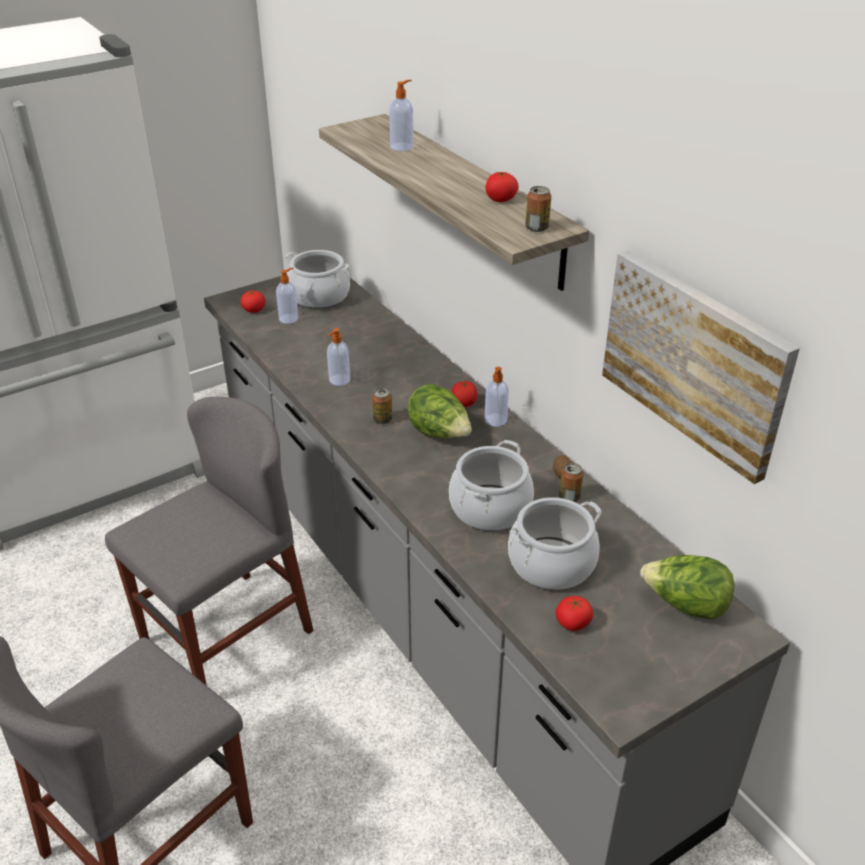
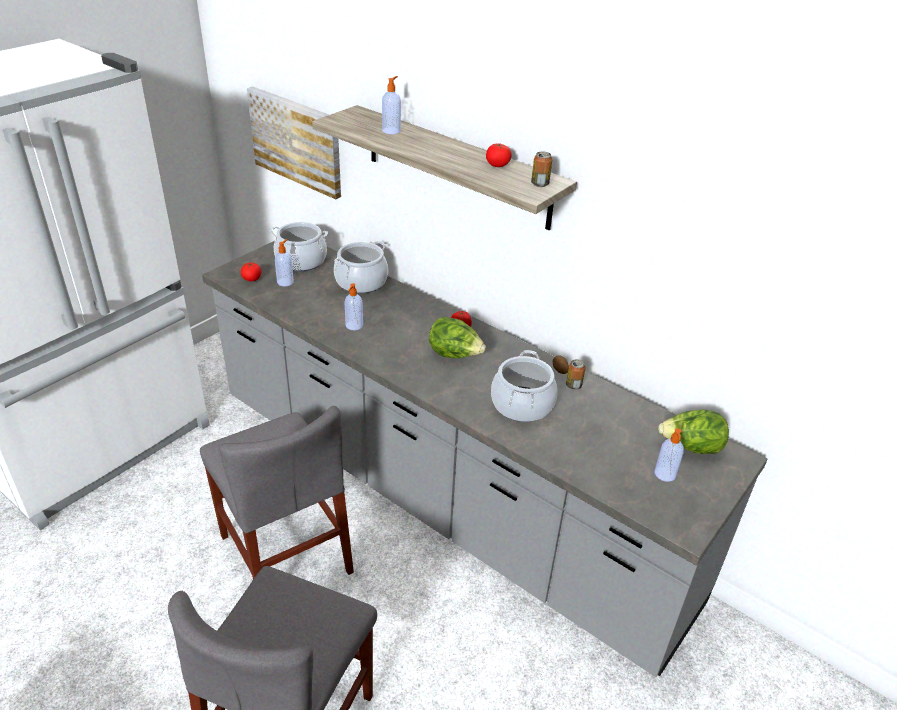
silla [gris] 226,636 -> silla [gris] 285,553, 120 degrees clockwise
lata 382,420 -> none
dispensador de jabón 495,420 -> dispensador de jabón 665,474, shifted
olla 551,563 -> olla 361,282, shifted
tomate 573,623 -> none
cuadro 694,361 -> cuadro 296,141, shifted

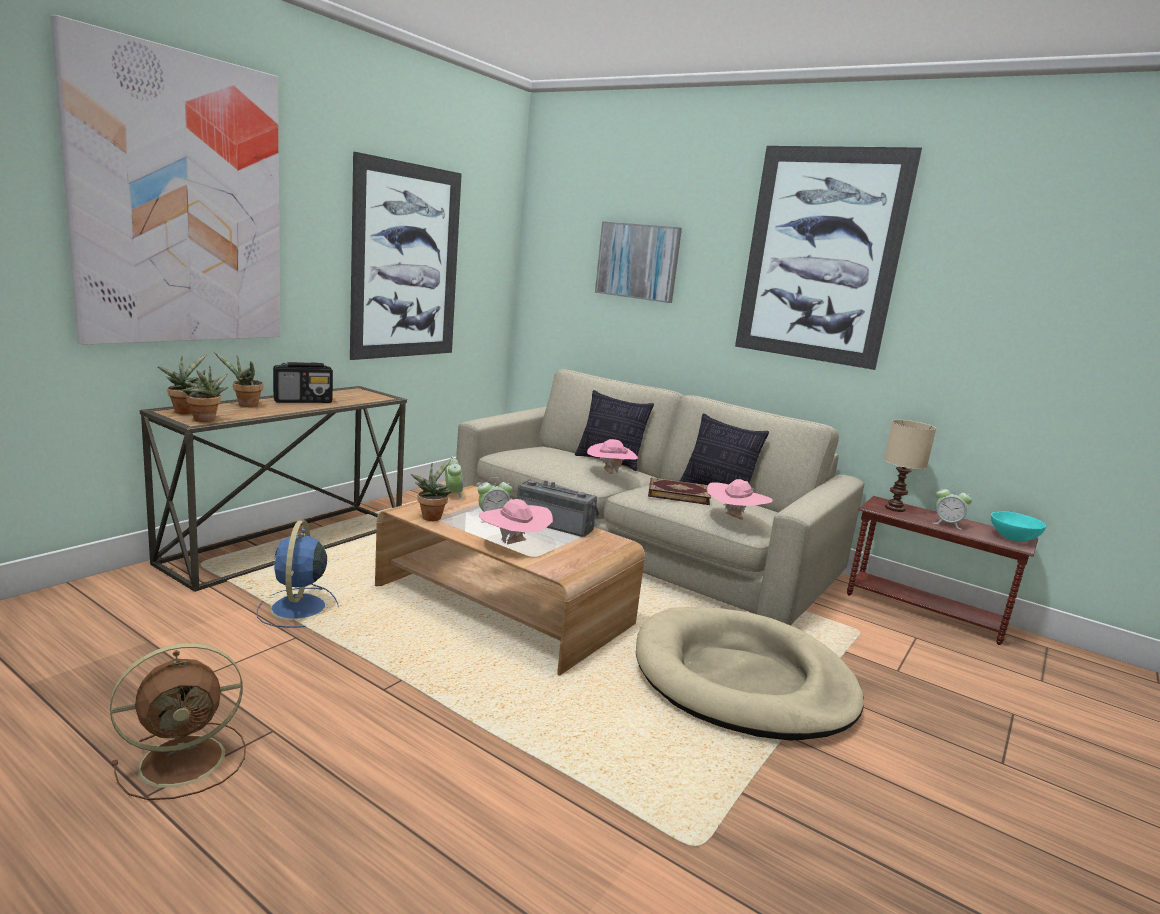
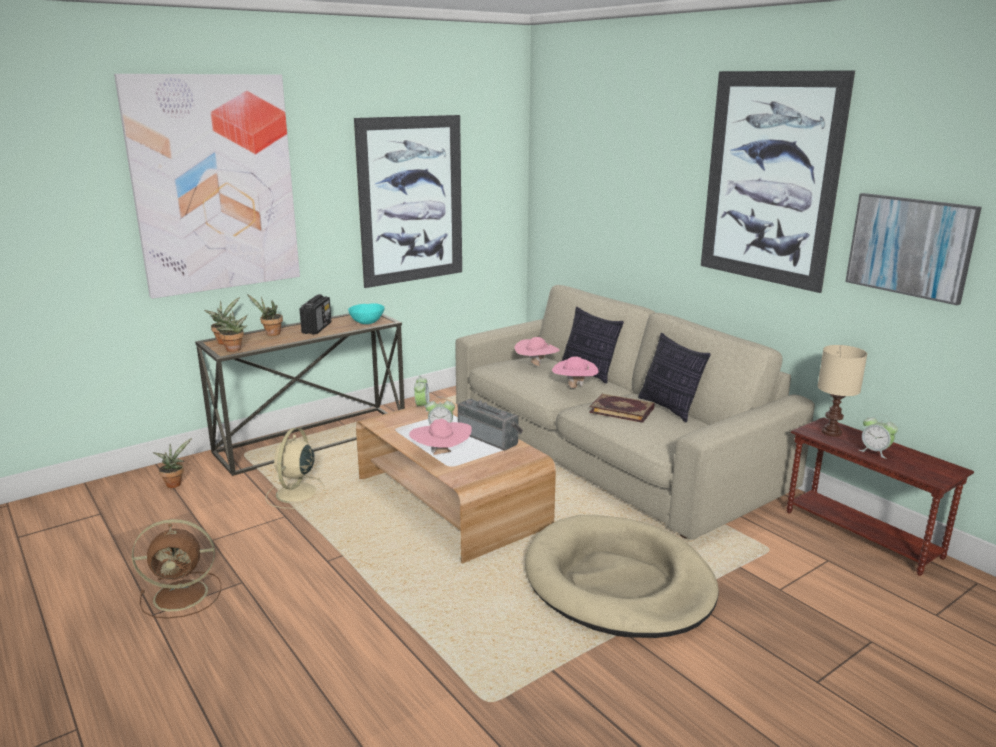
ventilador [azul] 298,609 -> ventilador [beis] 296,494
radio 303,401 -> radio 317,328, 75 degrees counterclockwise
planta en maceta 432,516 -> planta en maceta 175,483, shifted
cuadro 638,261 -> cuadro 910,246, shifted
sombrero [rosa] 734,519 -> sombrero [rosa] 536,366, shifted
cuenco [turquesa] 1013,538 -> cuenco [turquesa] 367,322, shifted

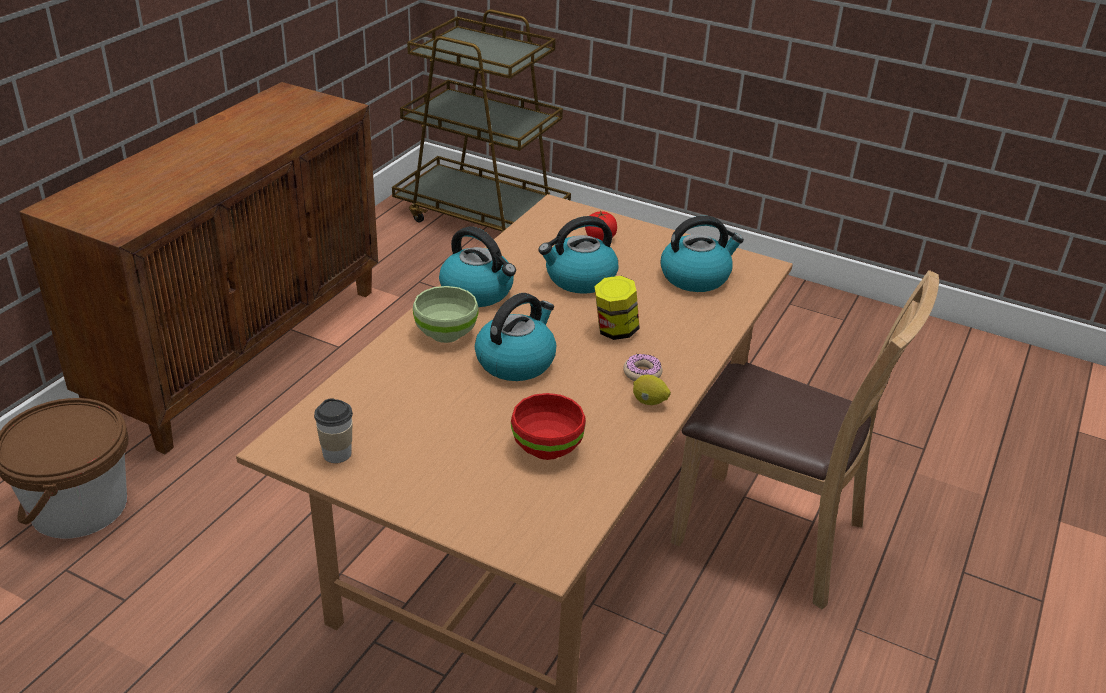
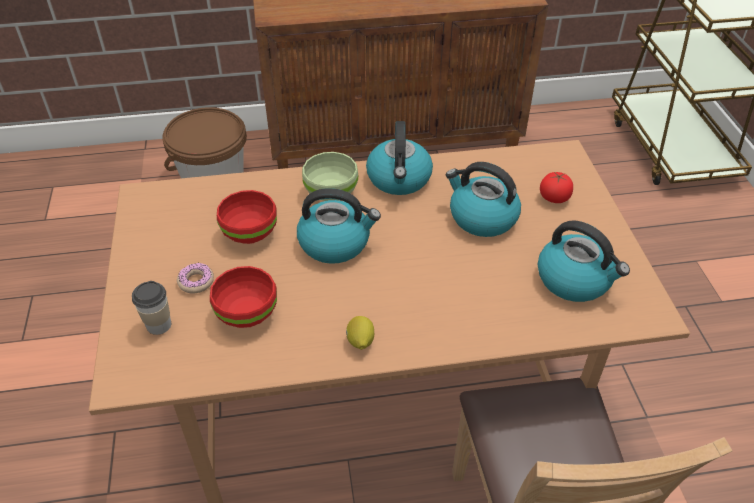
taza 337,454 -> taza 158,325, shifted
tarro 615,331 -> none
rosquilla 642,373 -> rosquilla 196,282, shifted
none -> cuenco [rojo] 249,233

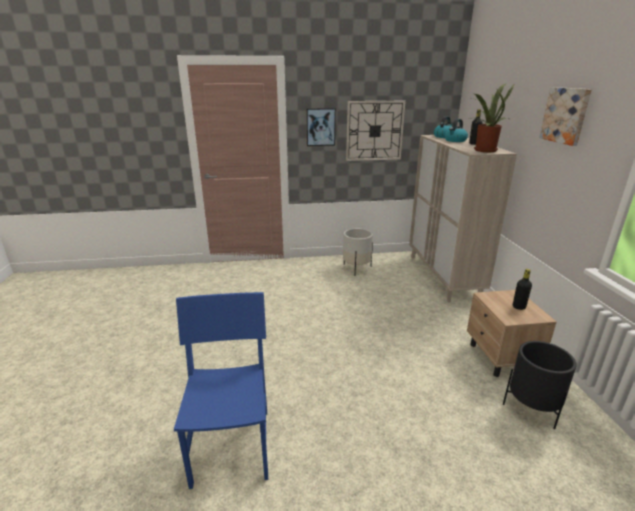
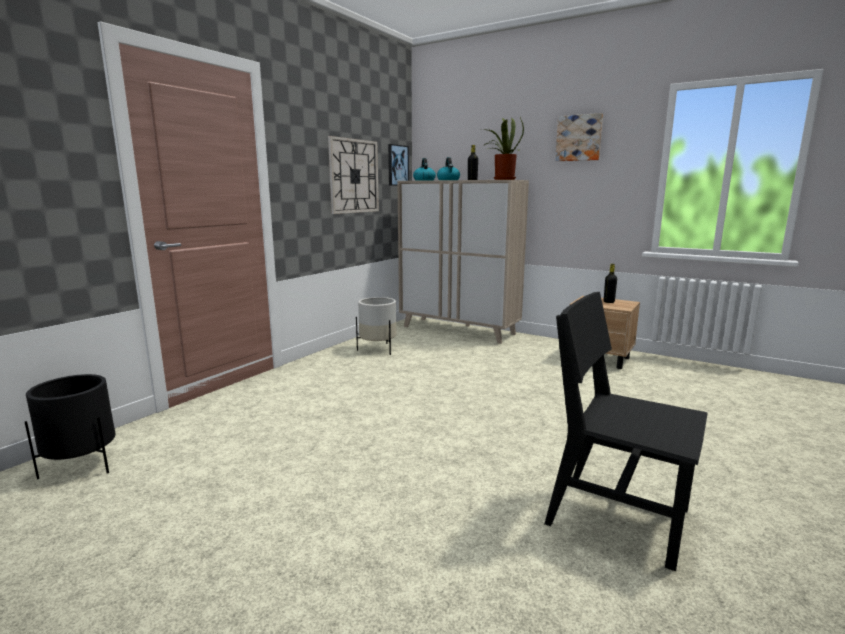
silla [azul] 232,446 -> silla [negro] 617,516
cuadro 320,127 -> cuadro 397,165, shifted
maceta [negro] 532,408 -> maceta [negro] 82,466, shifted

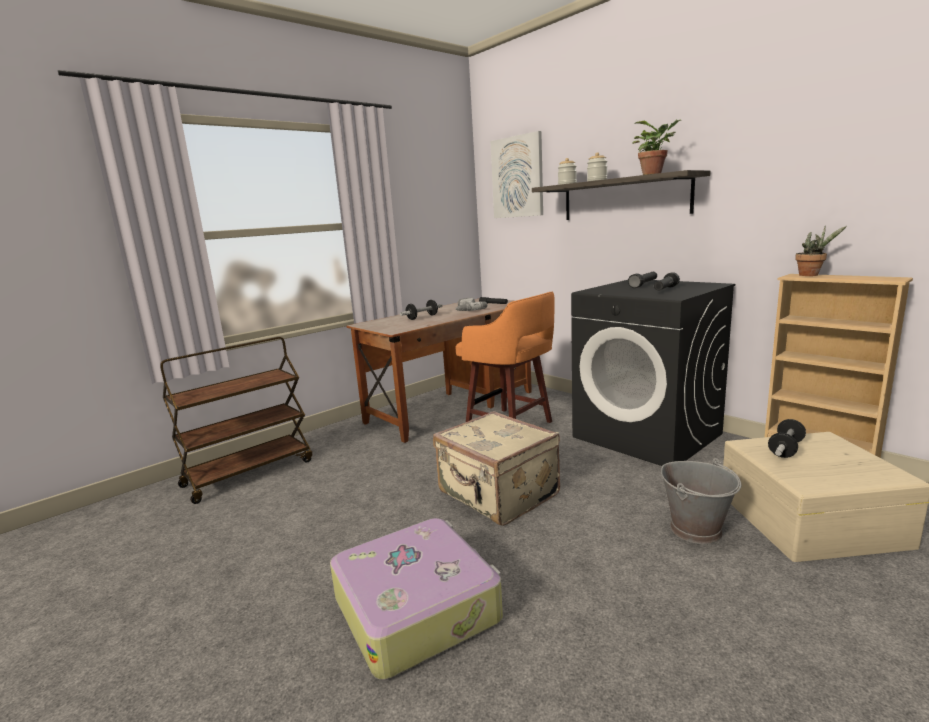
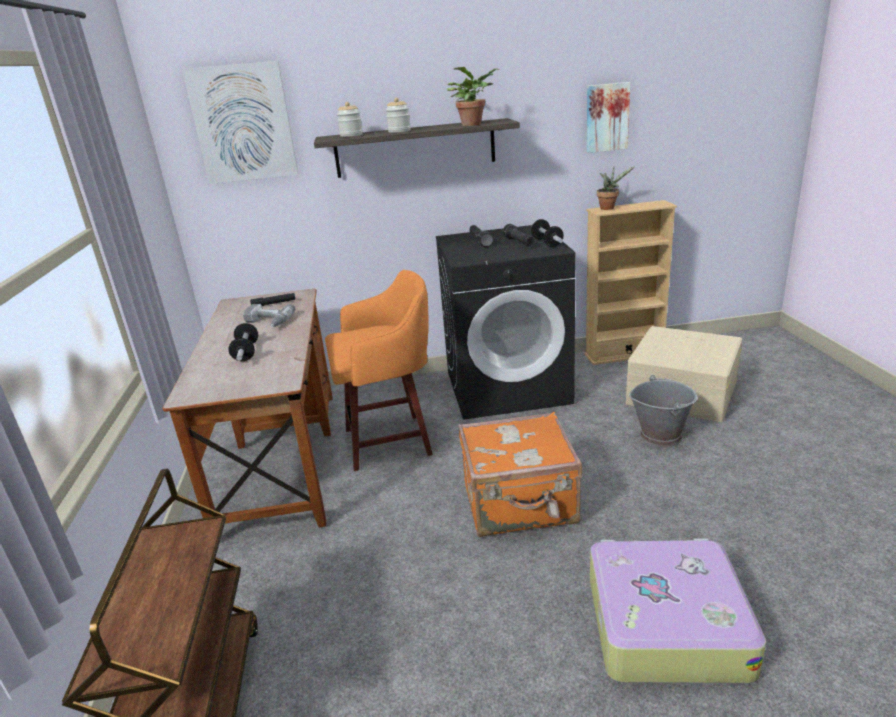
maleta [beis] 497,495 -> maleta [naranja] 520,504
mancuerna 785,449 -> mancuerna 547,242, shifted
none -> cuadro 606,117

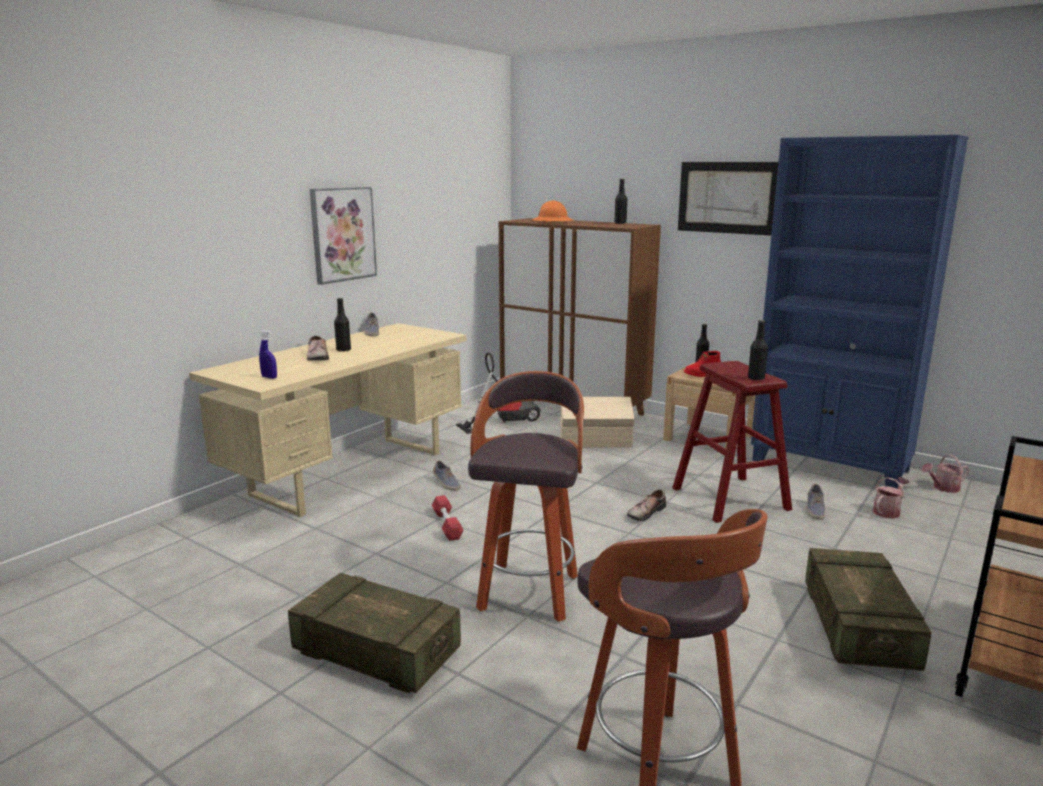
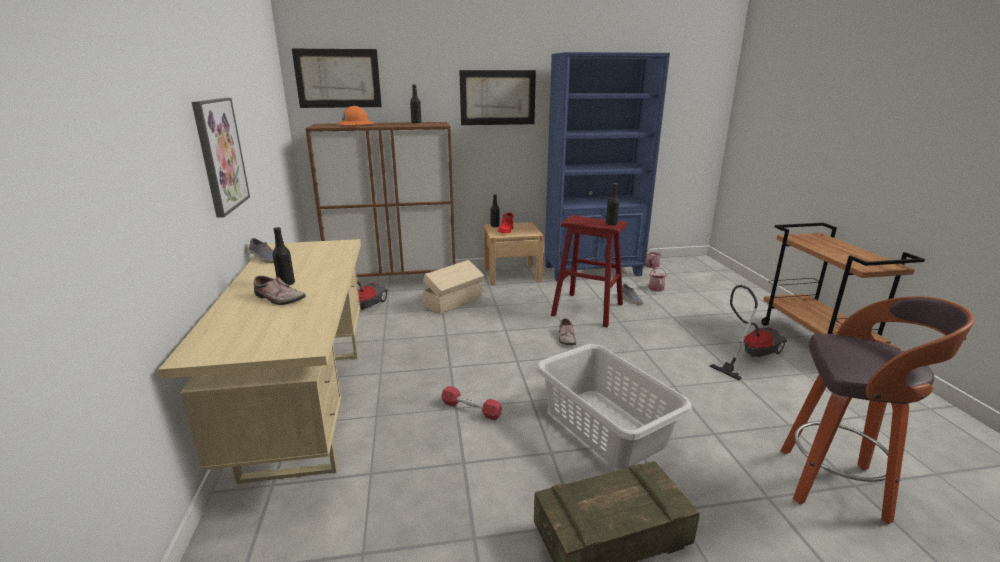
pulverizador [azul] 269,377 -> none
zapato 446,483 -> none
taburete 529,591 -> cesto de la ropa [gris] 605,425
caja de embalaje 857,627 -> aspiradora 749,355
none -> cuadro 338,78

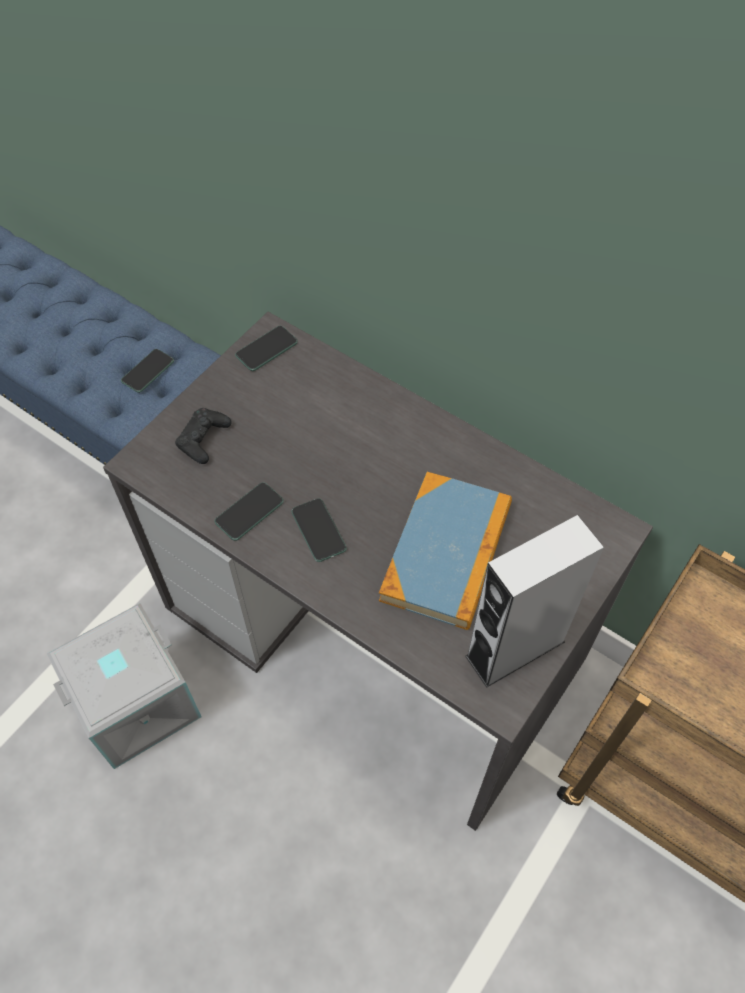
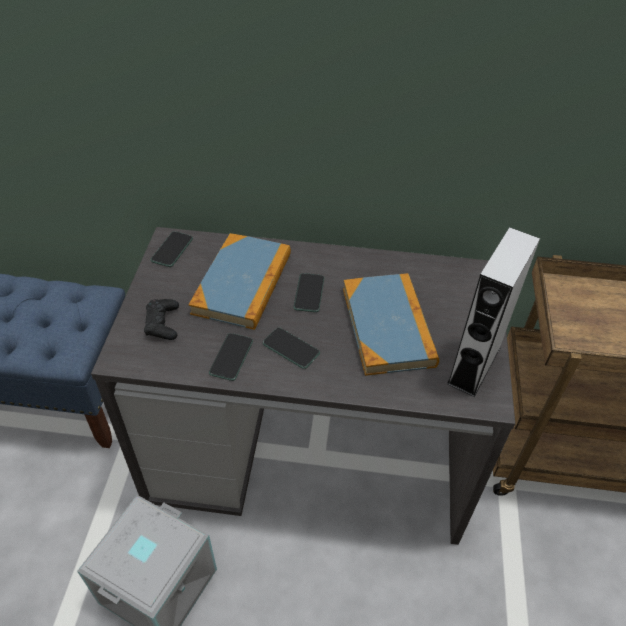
móvil 148,371 -> móvil 309,293, shifted
none -> libro 242,283

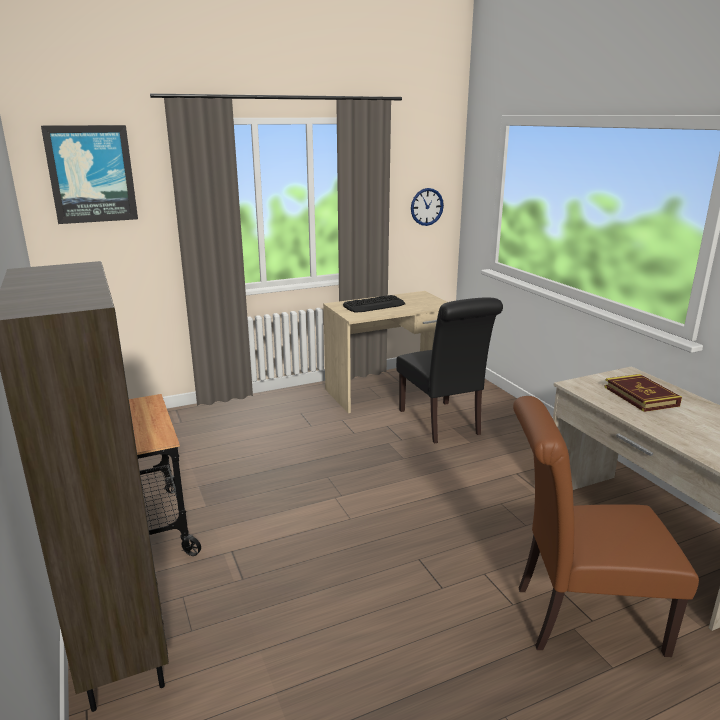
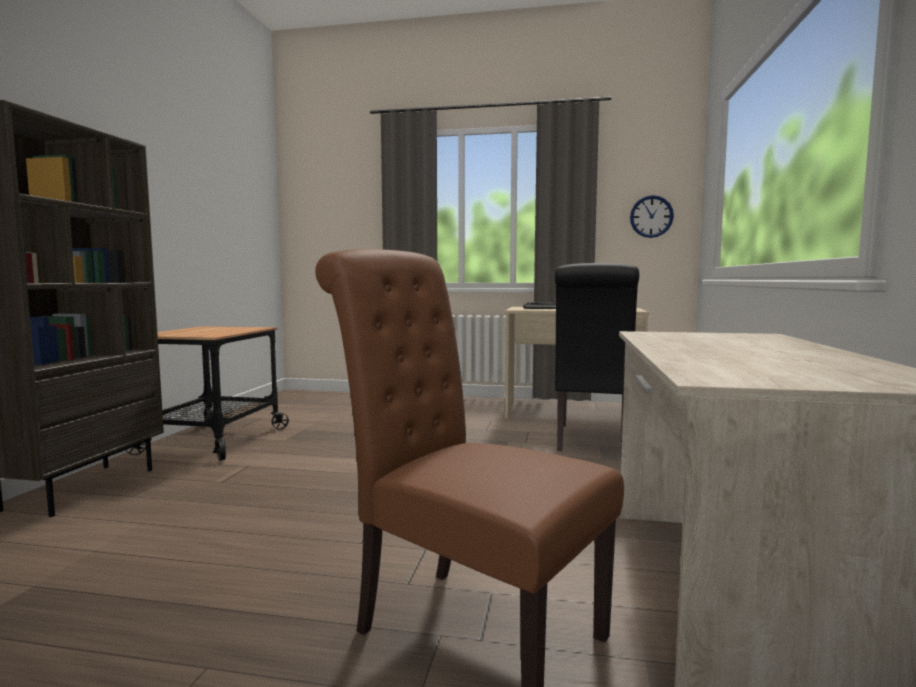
cuadro 91,174 -> none
libro 640,396 -> none

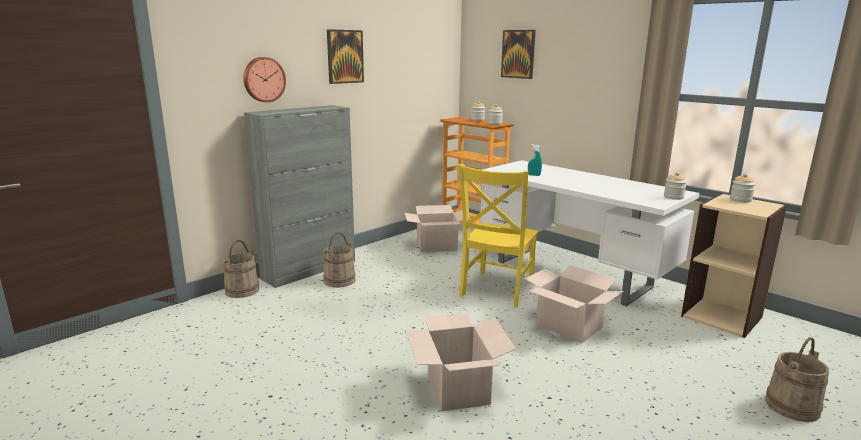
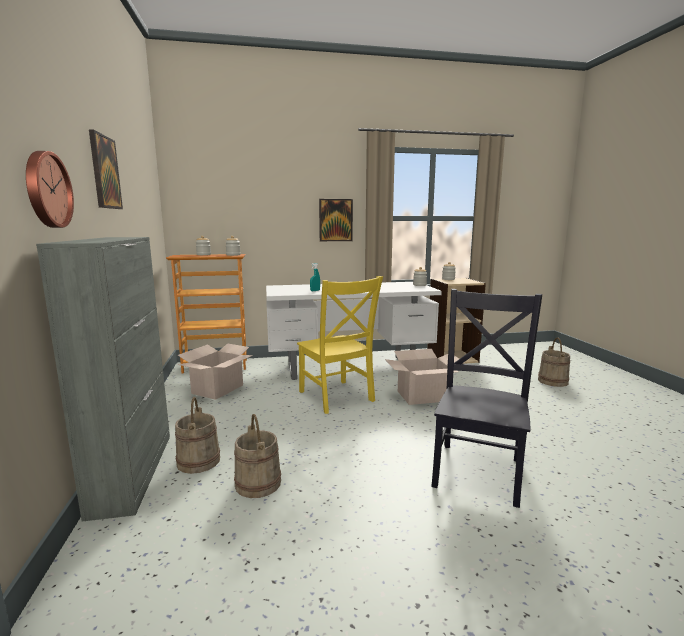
cubo [beis] 242,290 -> cubo [beis] 257,483, shifted
caja de cartón 458,388 -> silla [negro] 479,469
cuadro 518,54 -> cuadro 335,220, shifted

